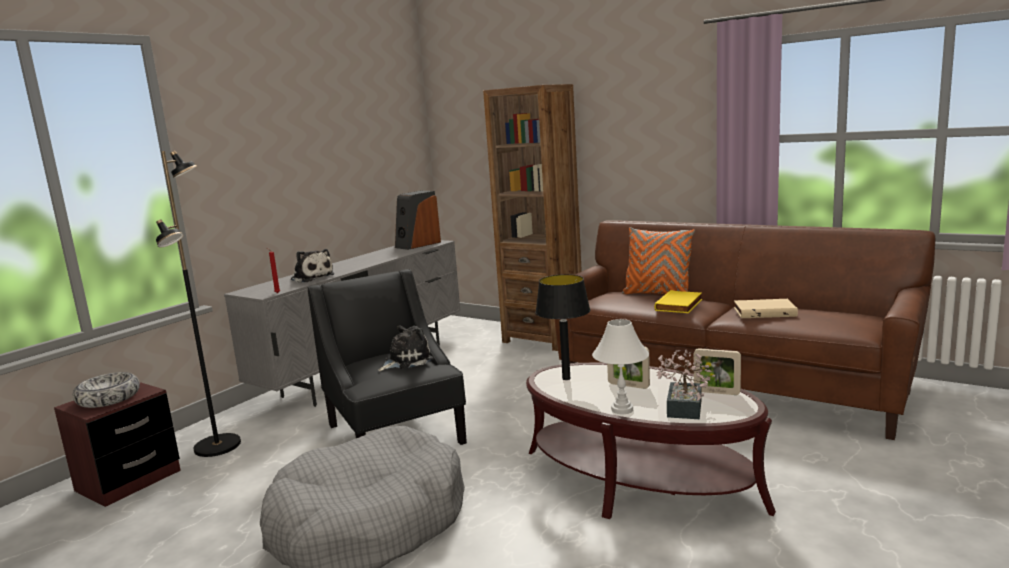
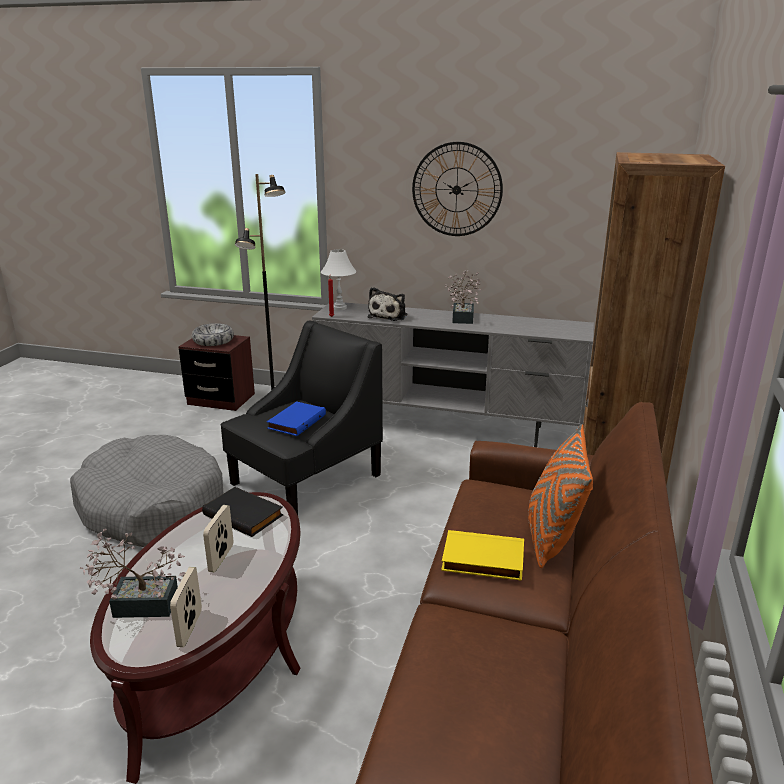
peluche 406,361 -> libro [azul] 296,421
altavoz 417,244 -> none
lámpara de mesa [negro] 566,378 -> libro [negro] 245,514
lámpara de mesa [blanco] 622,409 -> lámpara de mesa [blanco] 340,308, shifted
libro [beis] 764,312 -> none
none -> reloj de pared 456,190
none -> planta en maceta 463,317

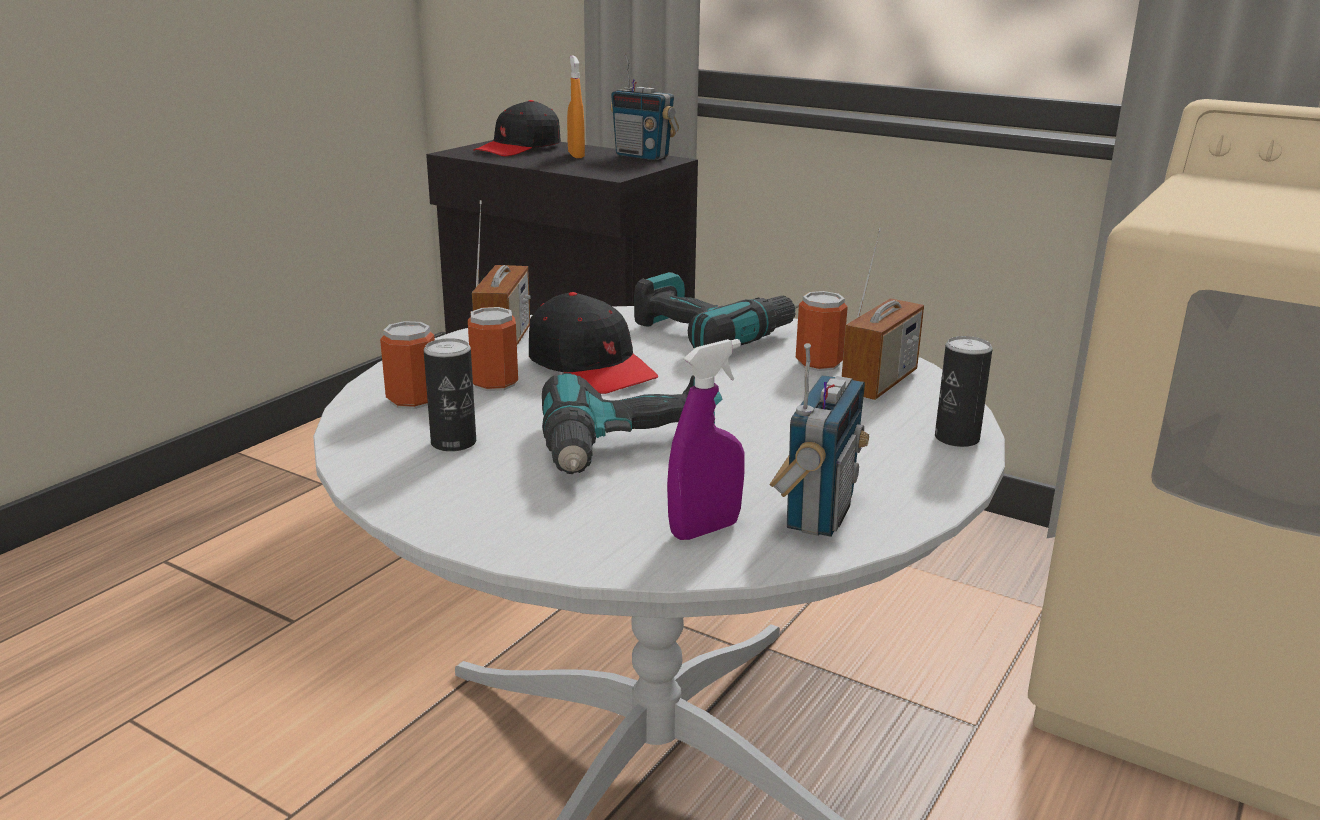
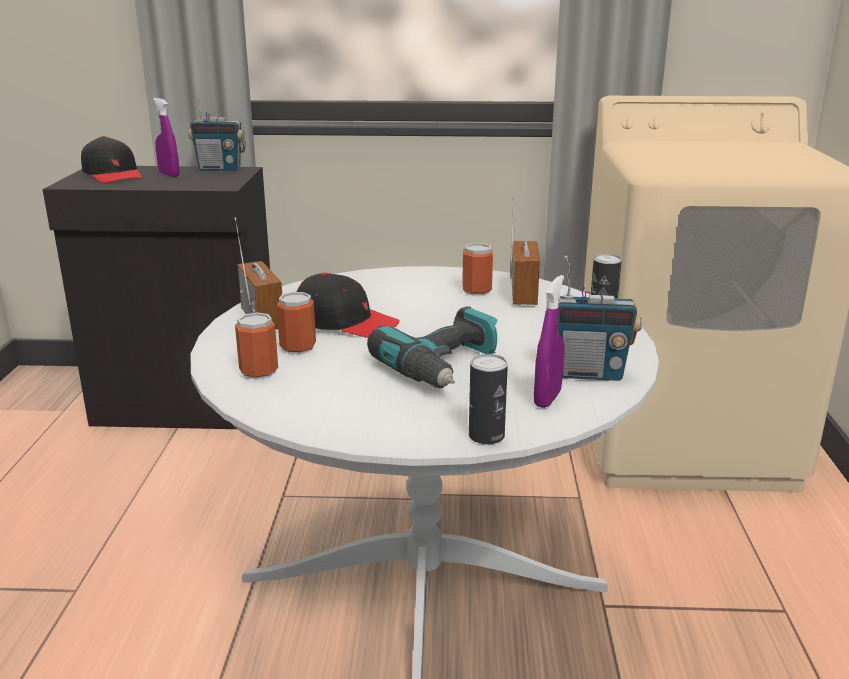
lata 453,443 -> lata 486,436, shifted
gorra [negro] 519,148 -> gorra [negro] 113,175, 45 degrees counterclockwise
pulverizador [naranja] 576,155 -> pulverizador [morado] 169,175
taladro 711,333 -> none
radio 817,513 -> radio 589,373, 105 degrees clockwise

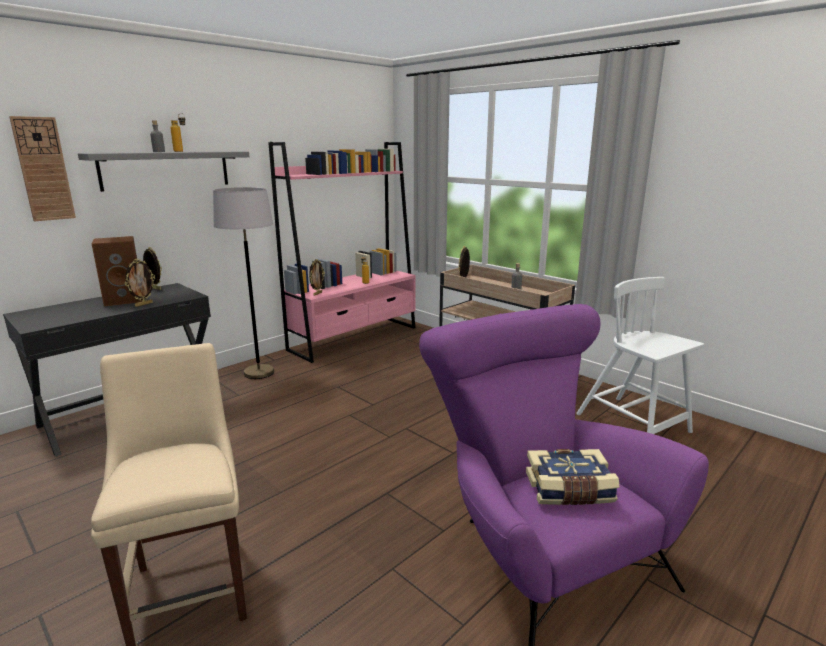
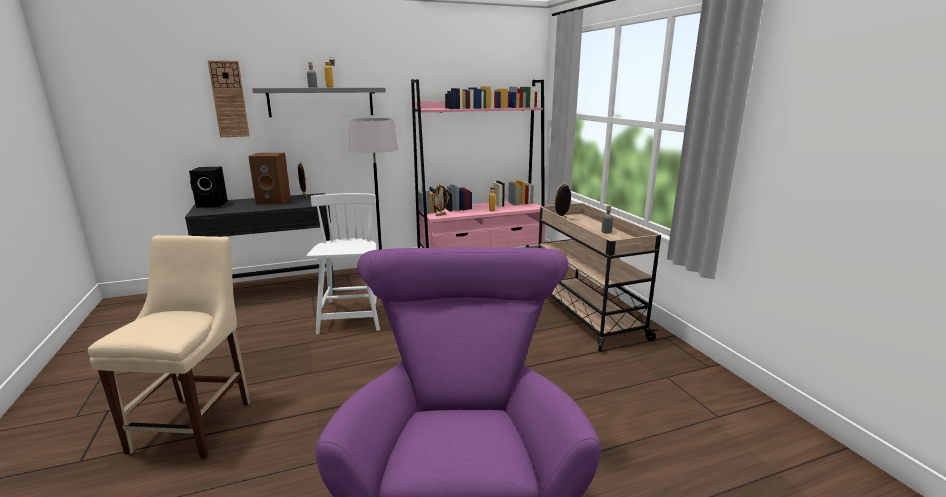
portarretratos 143,304 -> none
libro 569,490 -> none
silla [blanco] 634,424 -> silla [blanco] 352,316, shifted
none -> altavoz [negro] 213,204

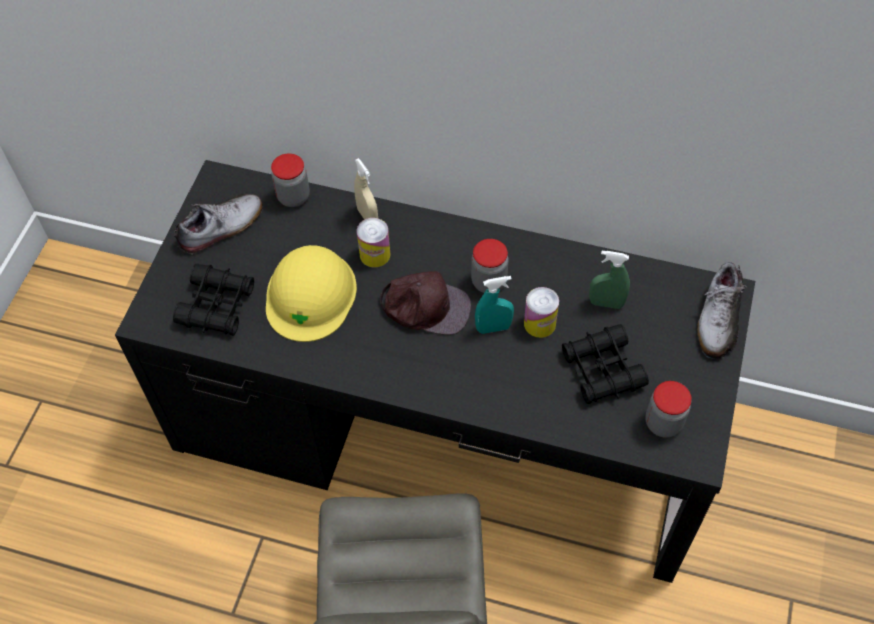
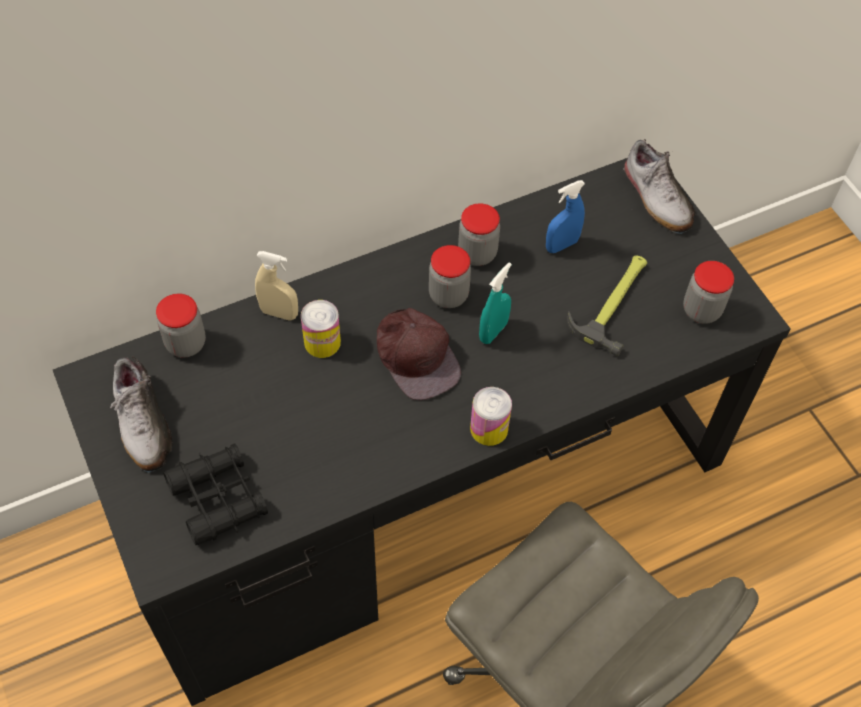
zapato 222,228 -> zapato 142,422, 150 degrees clockwise
casco [amarillo] 311,294 -> none
gorra [marrón] 425,306 -> gorra [marrón] 416,355, 90 degrees clockwise
lata 539,324 -> lata 489,429, shifted
prismáticos [negro] 602,370 -> martillo 614,302
pulverizador [verde] 606,303 -> pulverizador [azul] 561,245
none -> tarro 477,253

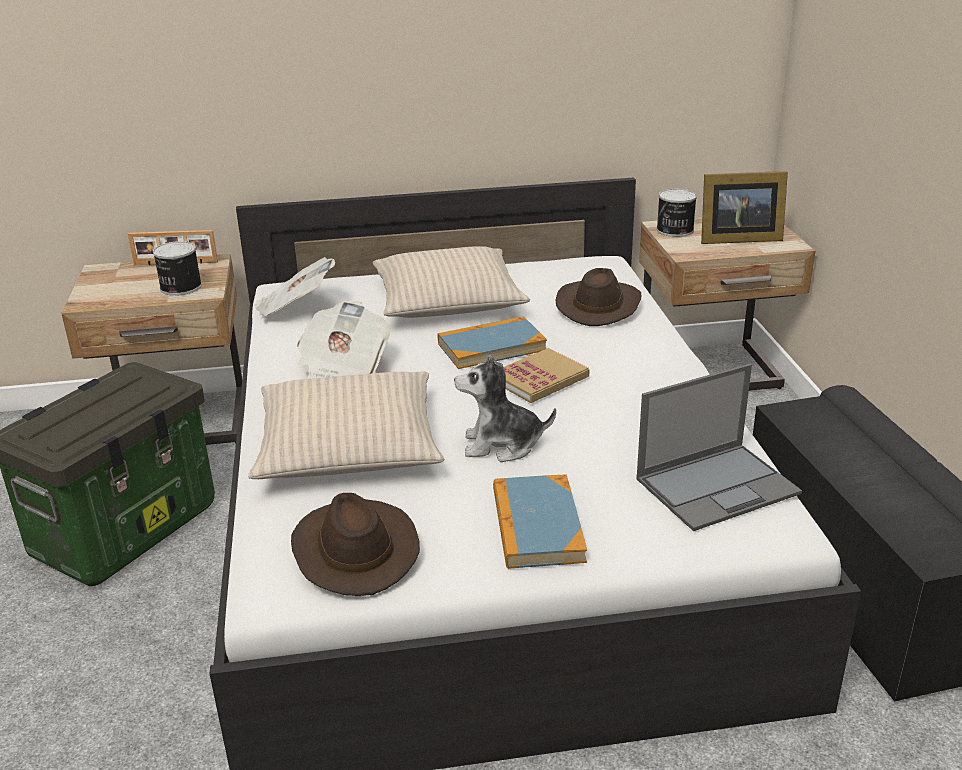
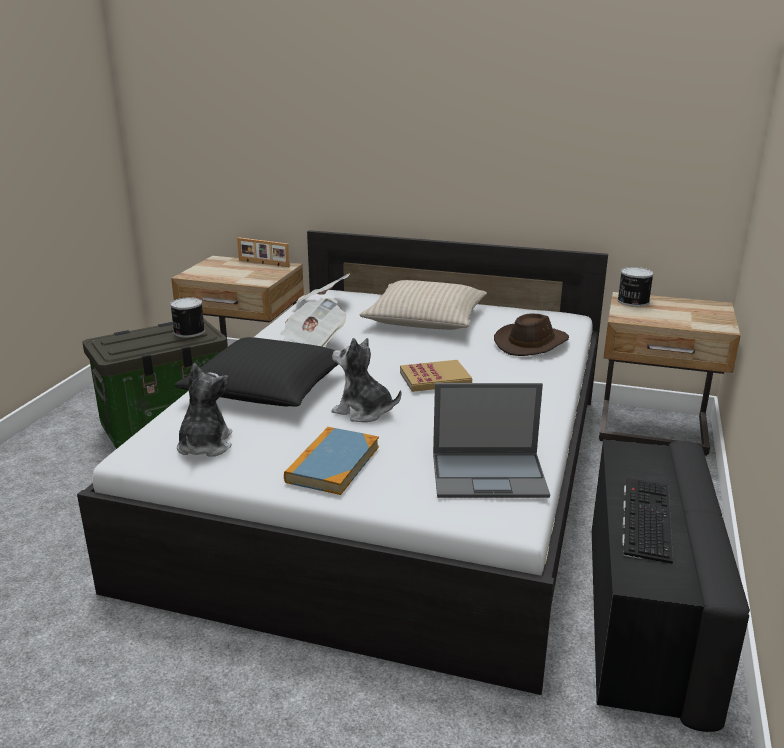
lata 180,287 -> lata 188,331, shifted
cojín [beis] 348,445 -> cojín [negro] 267,388
sombrero [marrón] 354,550 -> peluche 204,445
libro 491,347 -> none
portarretratos 736,238 -> none
none -> teclado 645,517

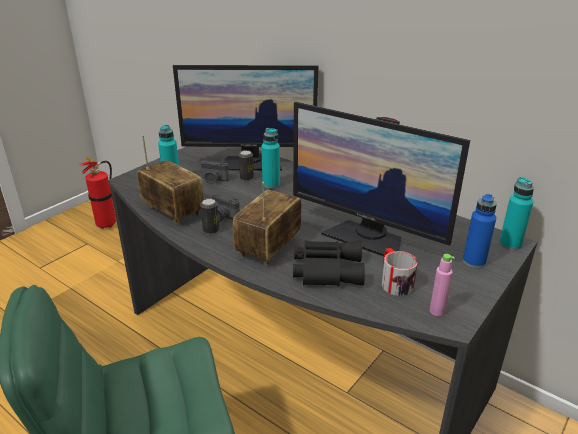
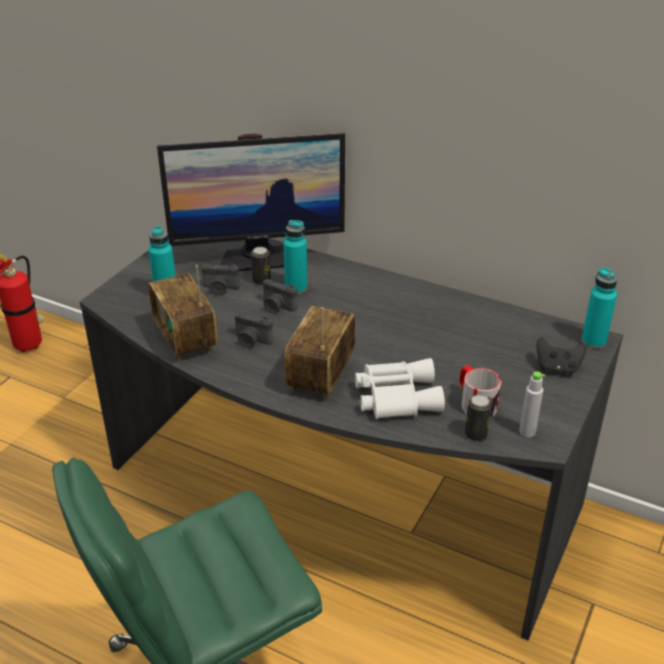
radio 173,211 -> radio 185,339, 150 degrees counterclockwise
lata 211,230 -> lata 476,434, shifted
monitor 367,237 -> none
prismáticos [negro] 326,269 -> prismáticos [blanco] 395,396
botella [rosa] 437,311 -> botella [gris] 527,432
botella [azul] 474,261 -> mando de consola [negro] 557,368
none -> cámara 277,307

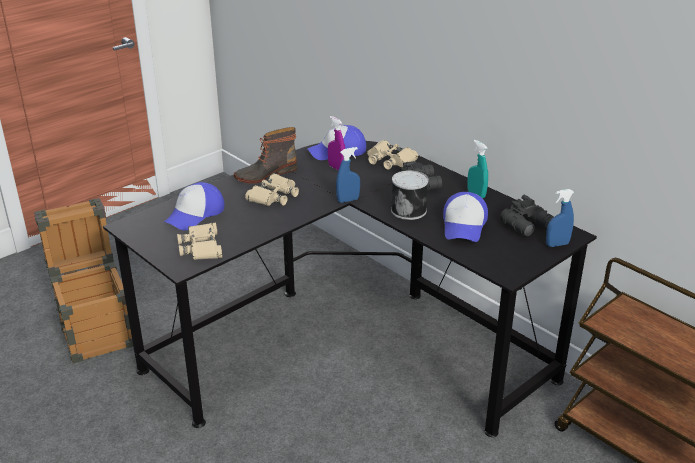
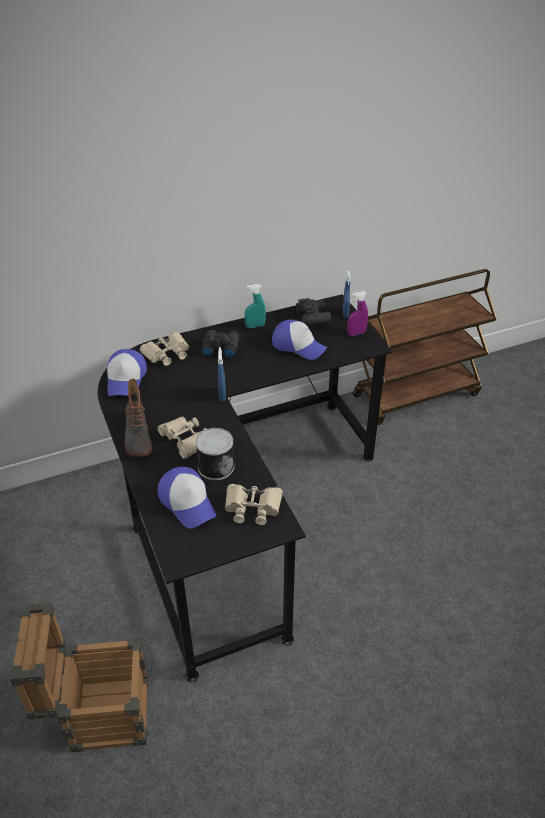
pulverizador [morado] 336,168 -> pulverizador [morado] 356,333, shifted
lata 409,210 -> lata 215,466, shifted

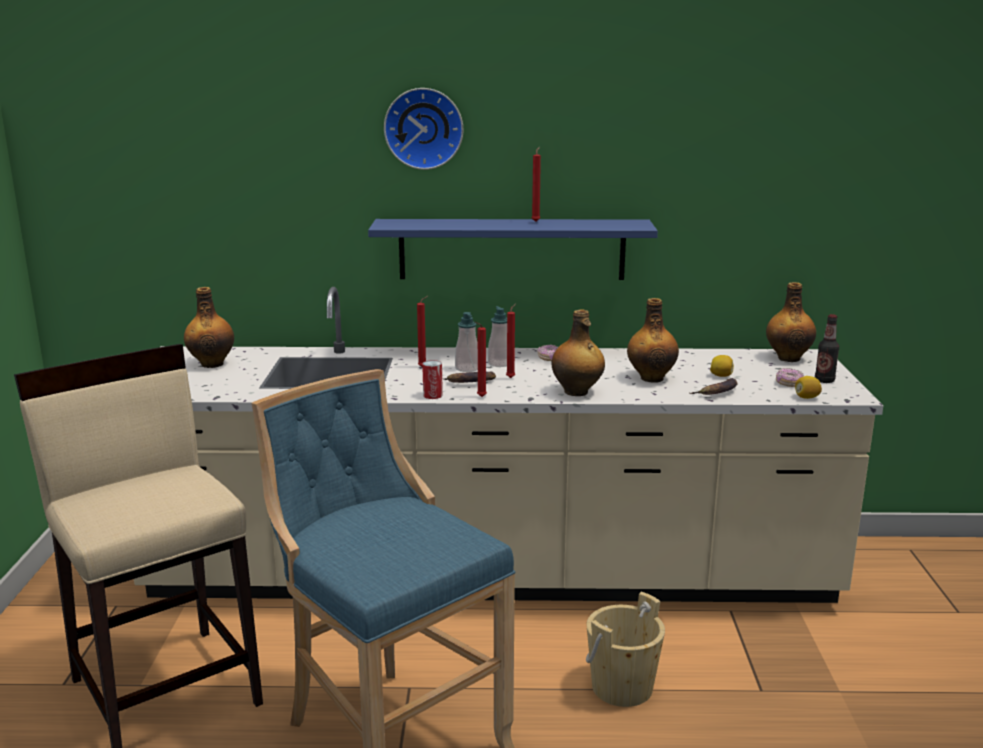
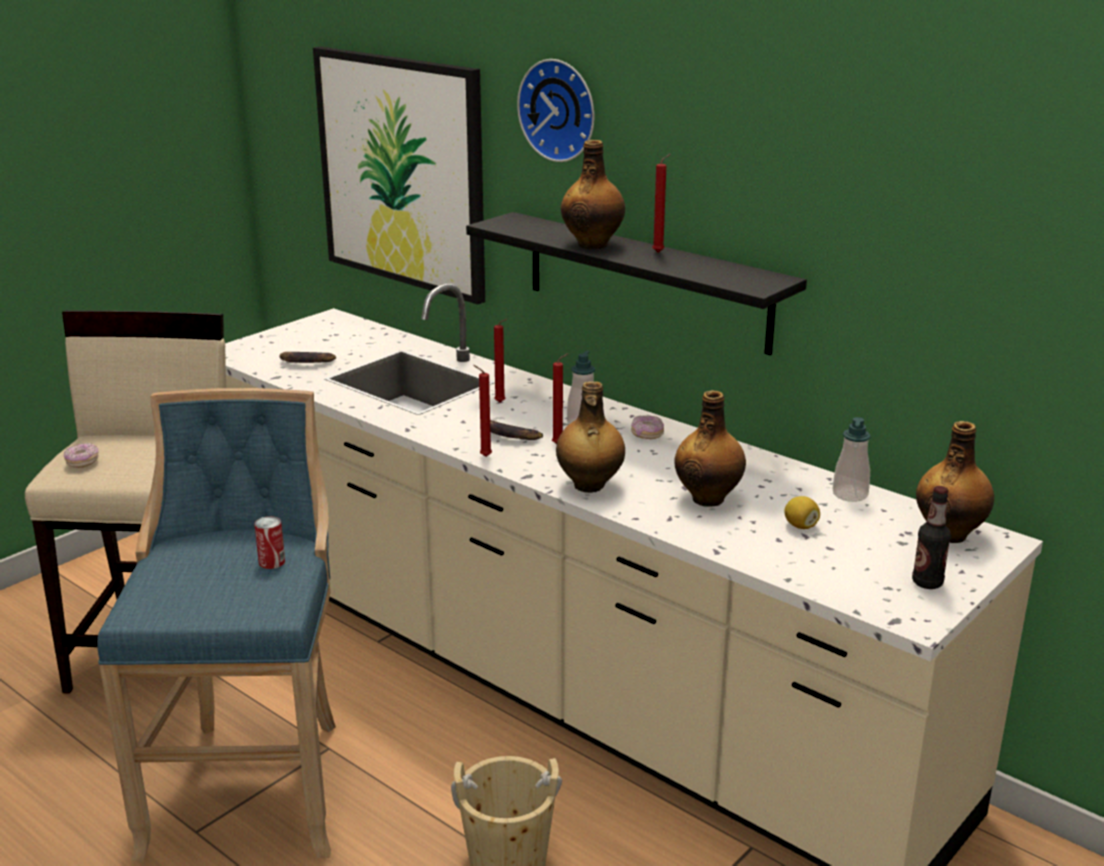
botella 212,364 -> botella 593,244, shifted
estante [azul] 512,249 -> estante [negro] 646,281
lata 432,395 -> lata 272,562, shifted
dispensador de jabón 467,368 -> dispensador de jabón 850,494, shifted
plátano 718,392 -> plátano 305,362, shifted
rosquilla 788,383 -> rosquilla 82,462, shifted
limón 806,397 -> none
none -> cuadro 402,172

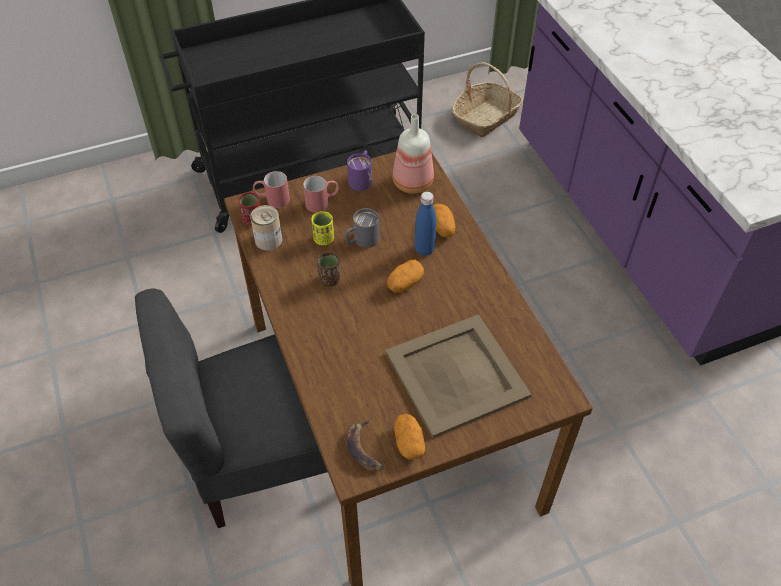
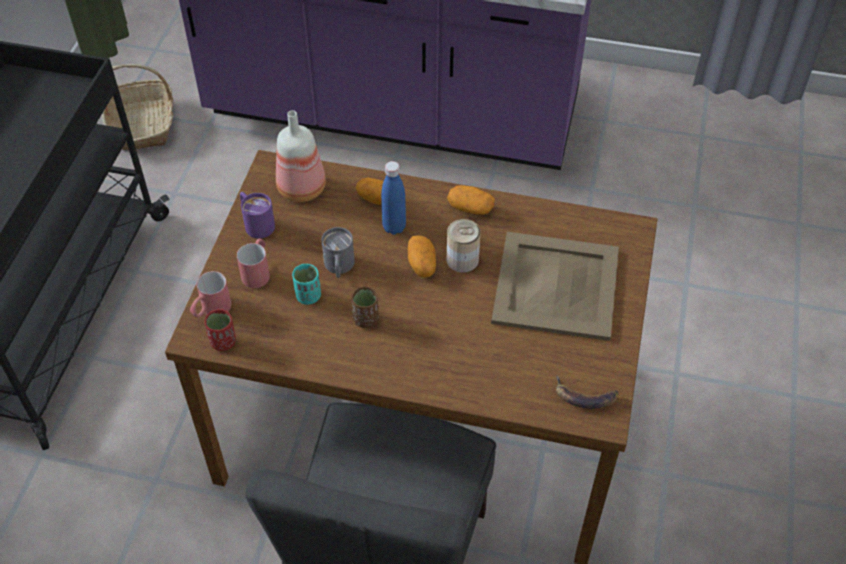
lata 268,240 -> lata 462,259, shifted
taza [amarillo] 323,239 -> taza [turquesa] 308,296
patata 409,442 -> patata 470,208, shifted

